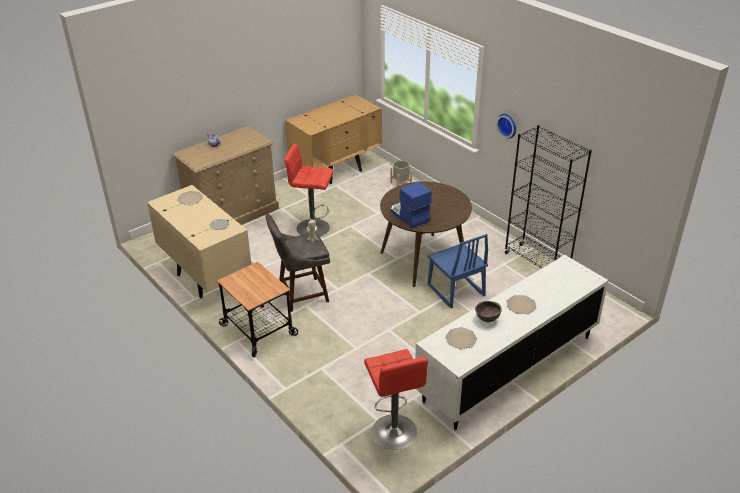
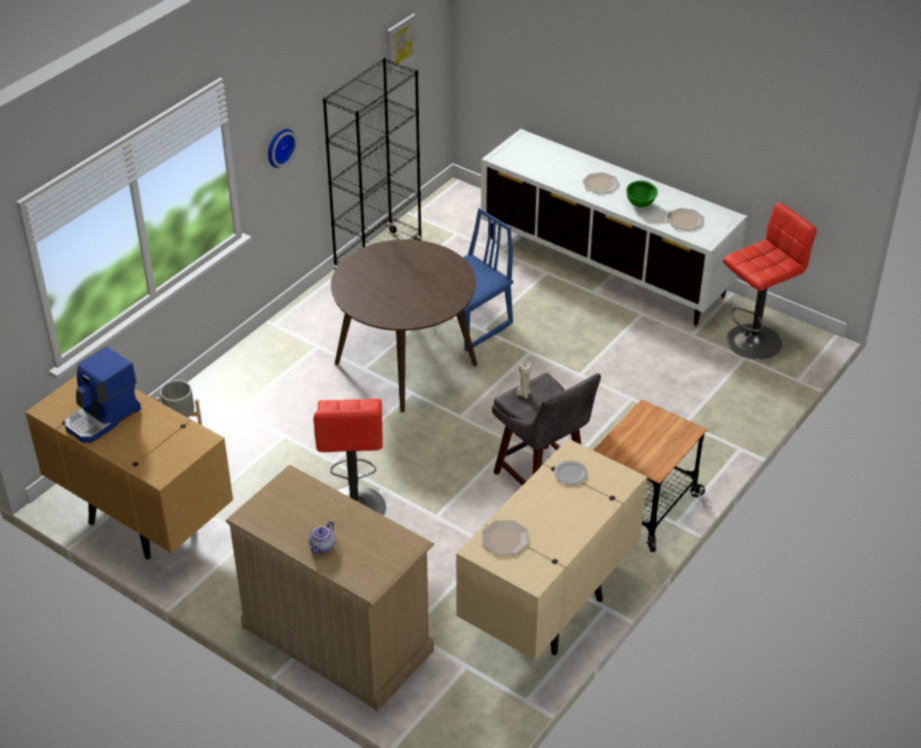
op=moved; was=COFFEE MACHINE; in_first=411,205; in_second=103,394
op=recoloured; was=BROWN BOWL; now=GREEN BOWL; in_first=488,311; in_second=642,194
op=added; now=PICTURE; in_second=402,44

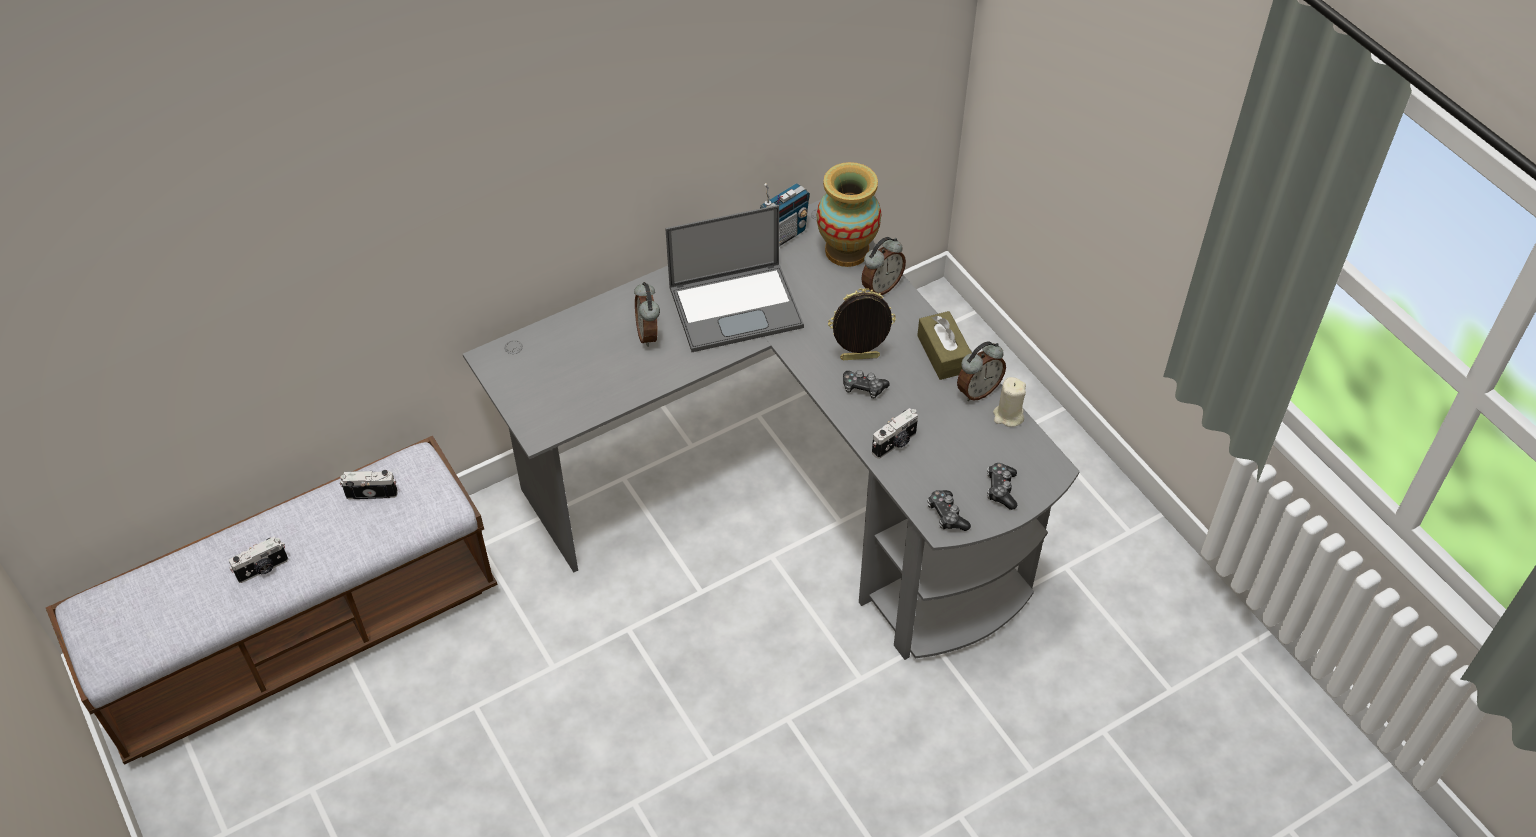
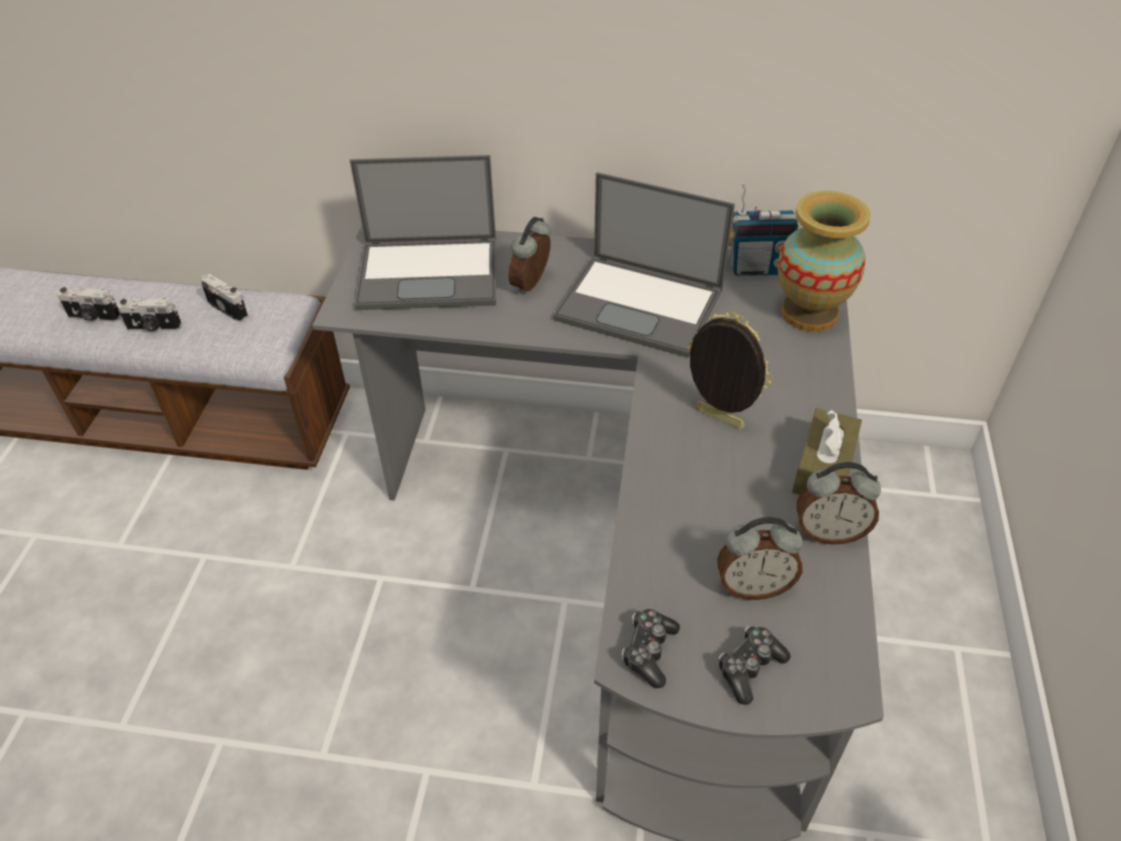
op=removed; was=GAME CONTROLLER; in_first=866,384
op=moved; was=ALARM CLOCK; in_first=883,266; in_second=759,558
op=moved; was=PHOTO CAMERA; in_first=895,433; in_second=149,314
op=removed; was=BEIGE CANDLE; in_first=1009,402
op=added; now=LAPTOP; in_second=423,232

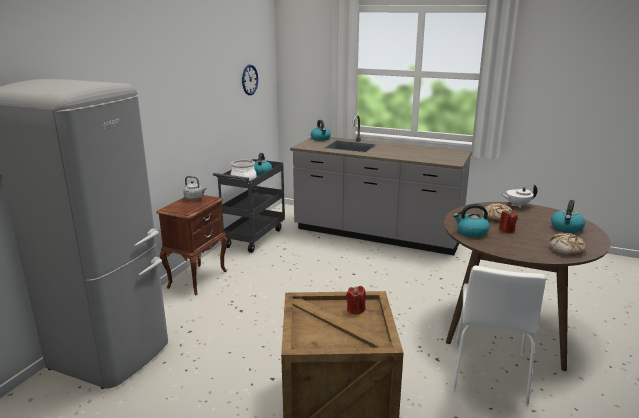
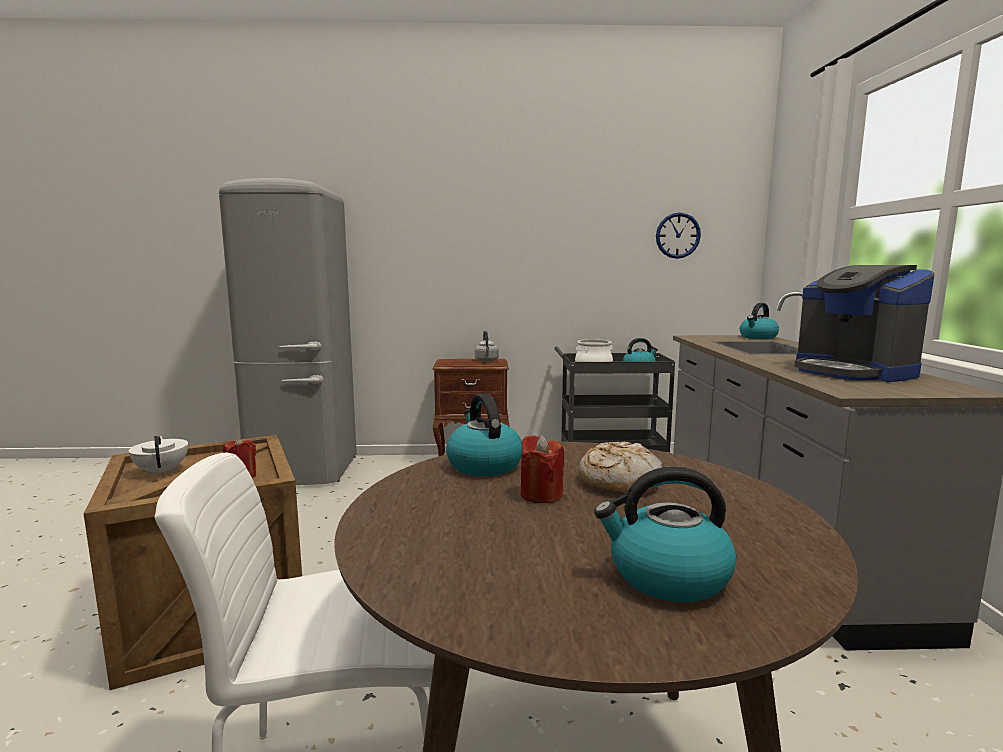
op=moved; was=WHITE TEAPOT; in_first=519,196; in_second=158,456
op=removed; was=BREAD; in_first=567,244
op=added; now=COFFEE MACHINE; in_second=864,323

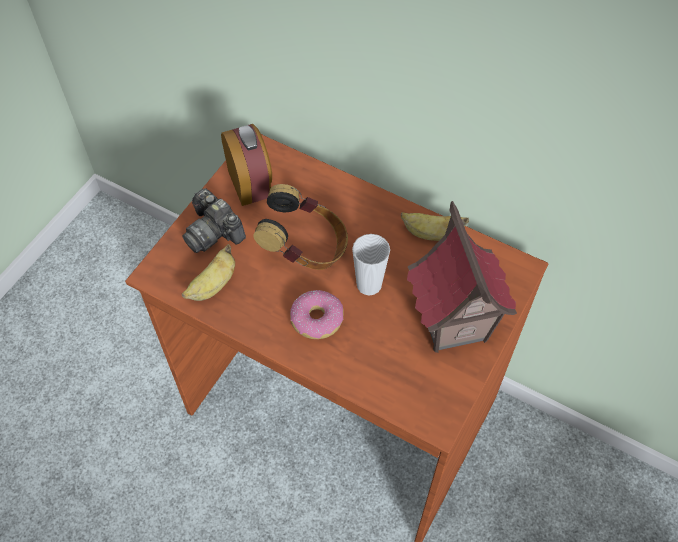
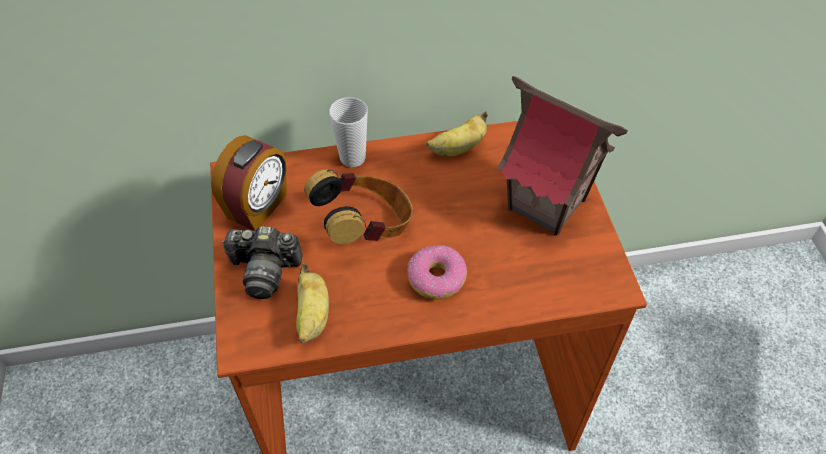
op=turned; was=ALARM CLOCK; in_first=246,165; in_second=249,183; clockwise=90
op=moved; was=CUP; in_first=371,264; in_second=348,132

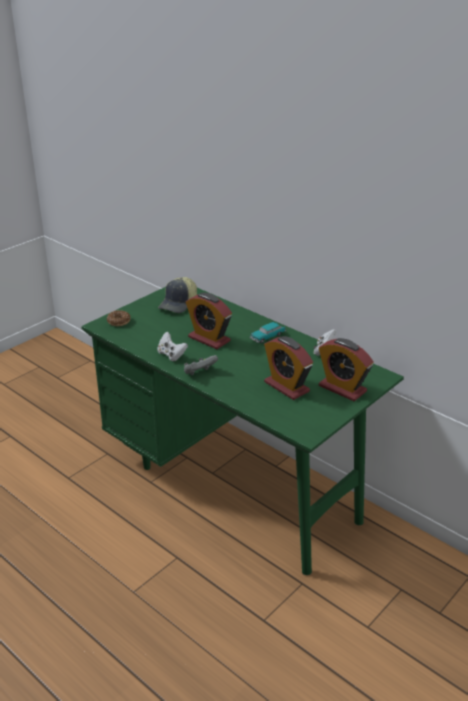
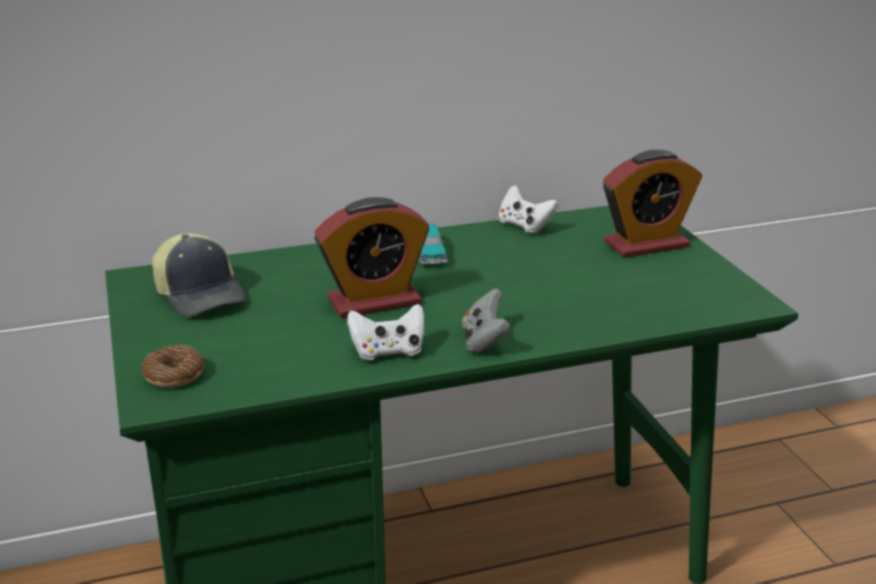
op=removed; was=ALARM CLOCK; in_first=288,368

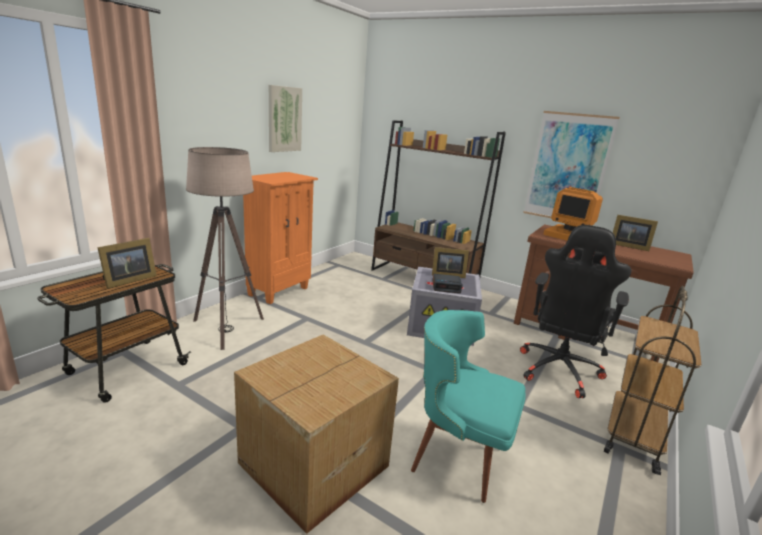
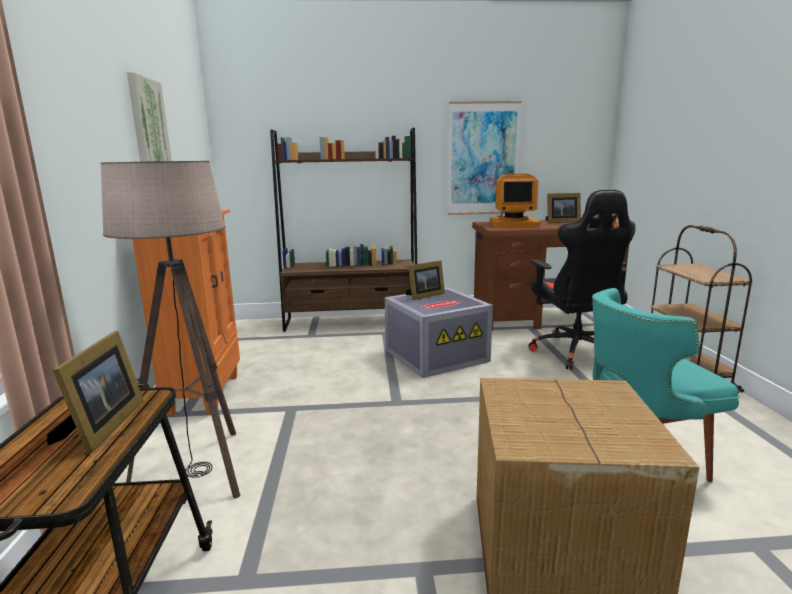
op=removed; was=ALARM CLOCK; in_first=448,283

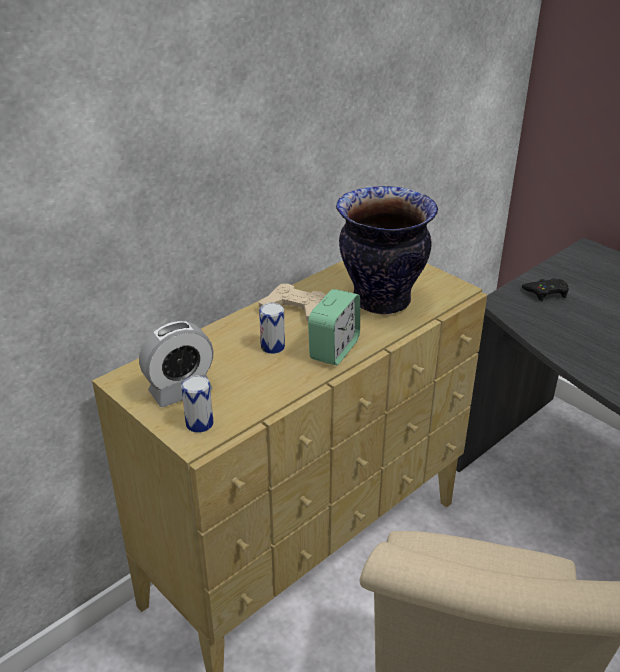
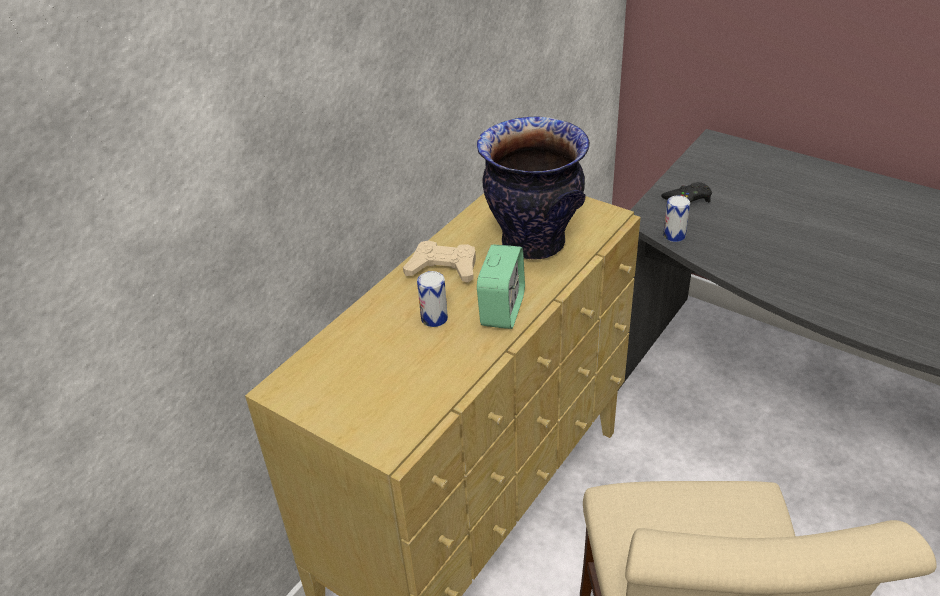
op=removed; was=ALARM CLOCK; in_first=176,364
op=moved; was=CAN; in_first=197,404; in_second=676,218

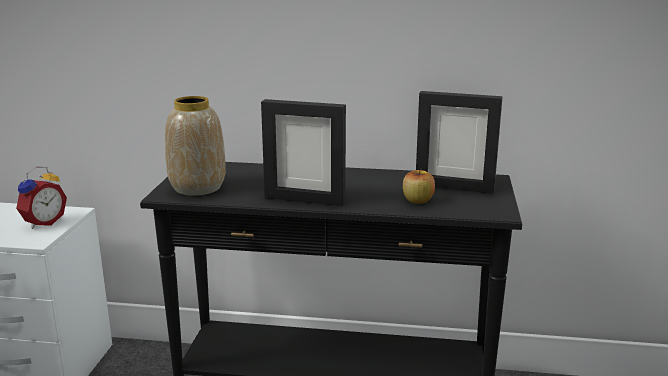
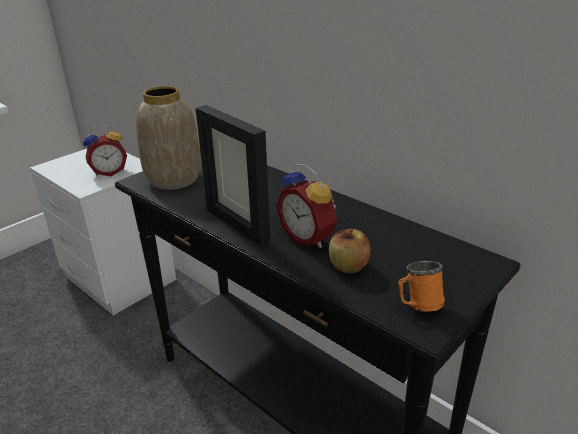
op=removed; was=PICTURE FRAME; in_first=459,142
op=added; now=ALARM CLOCK; in_second=307,206
op=added; now=ORANGE MUG; in_second=421,286

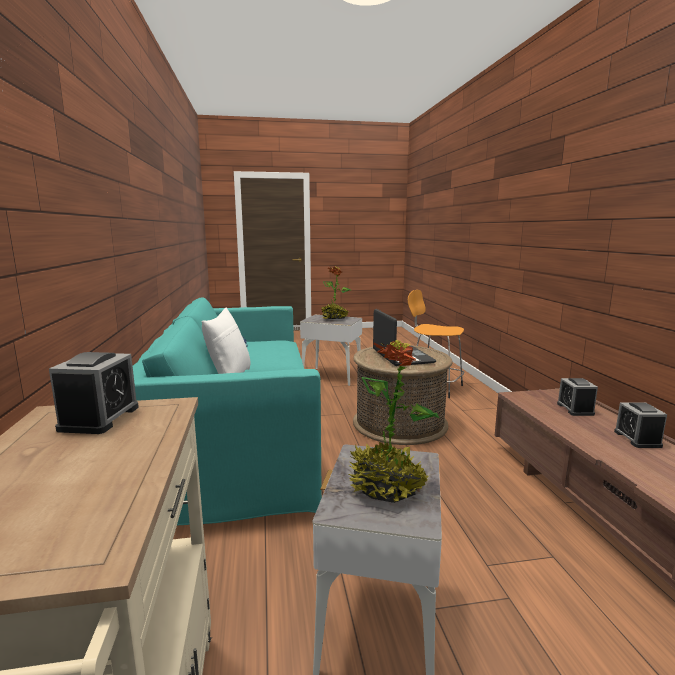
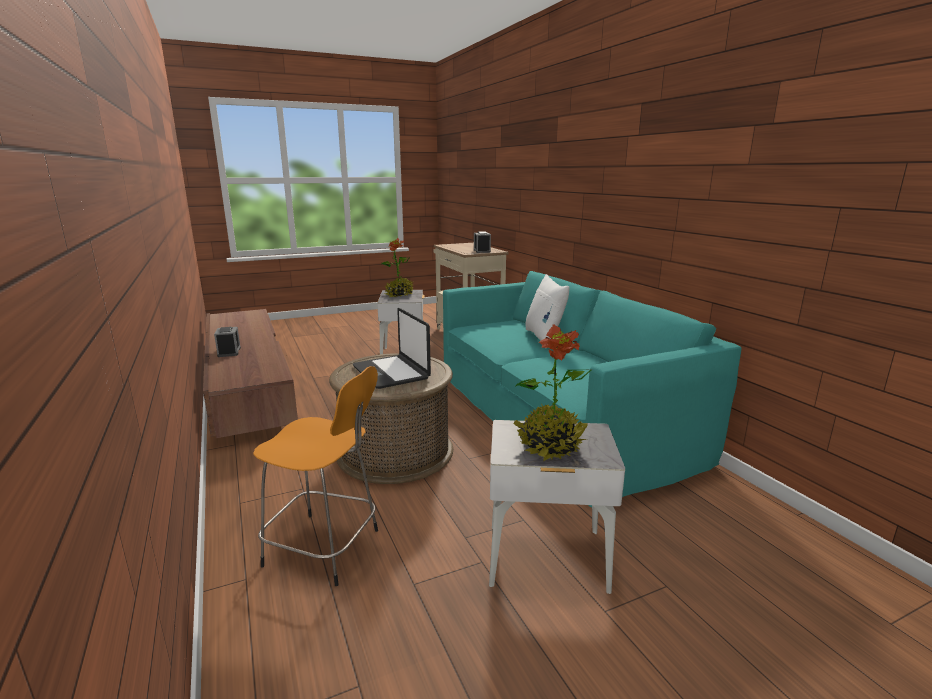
op=removed; was=ALARM CLOCK; in_first=577,397

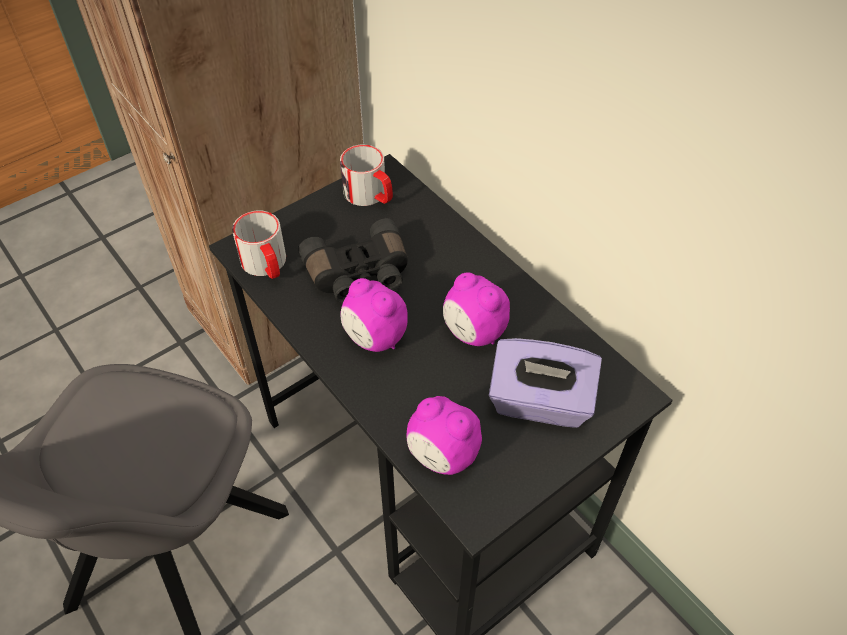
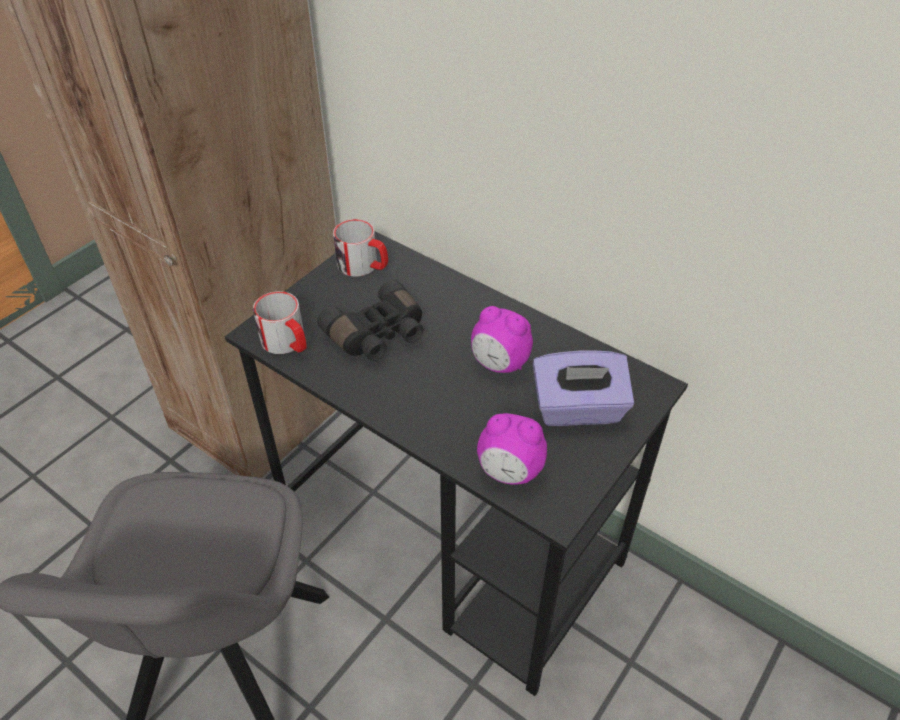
op=removed; was=ALARM CLOCK; in_first=374,315

